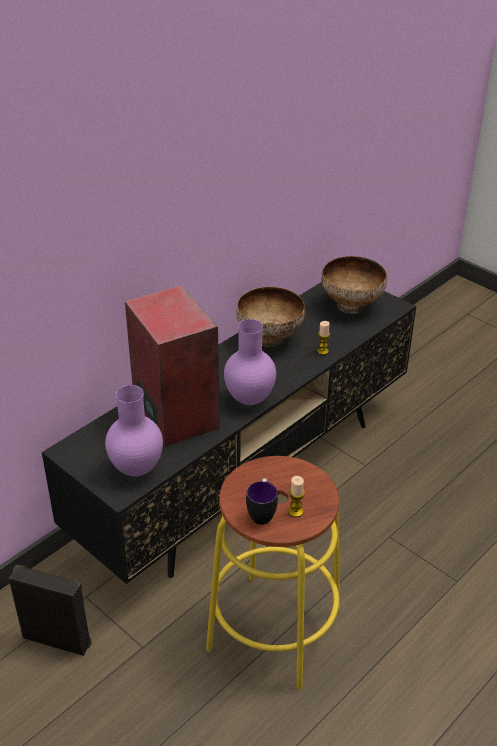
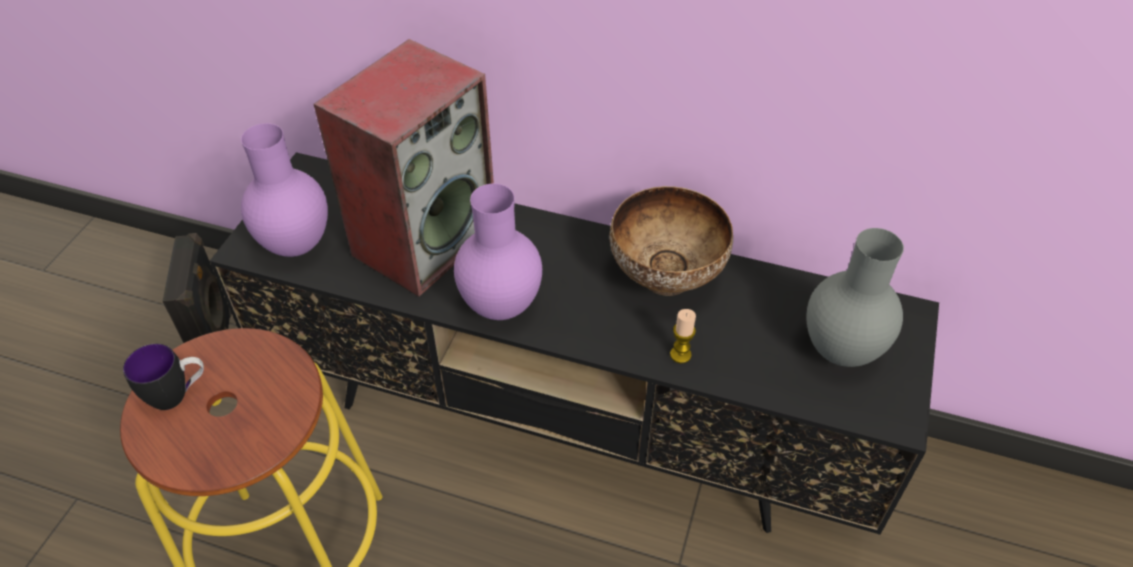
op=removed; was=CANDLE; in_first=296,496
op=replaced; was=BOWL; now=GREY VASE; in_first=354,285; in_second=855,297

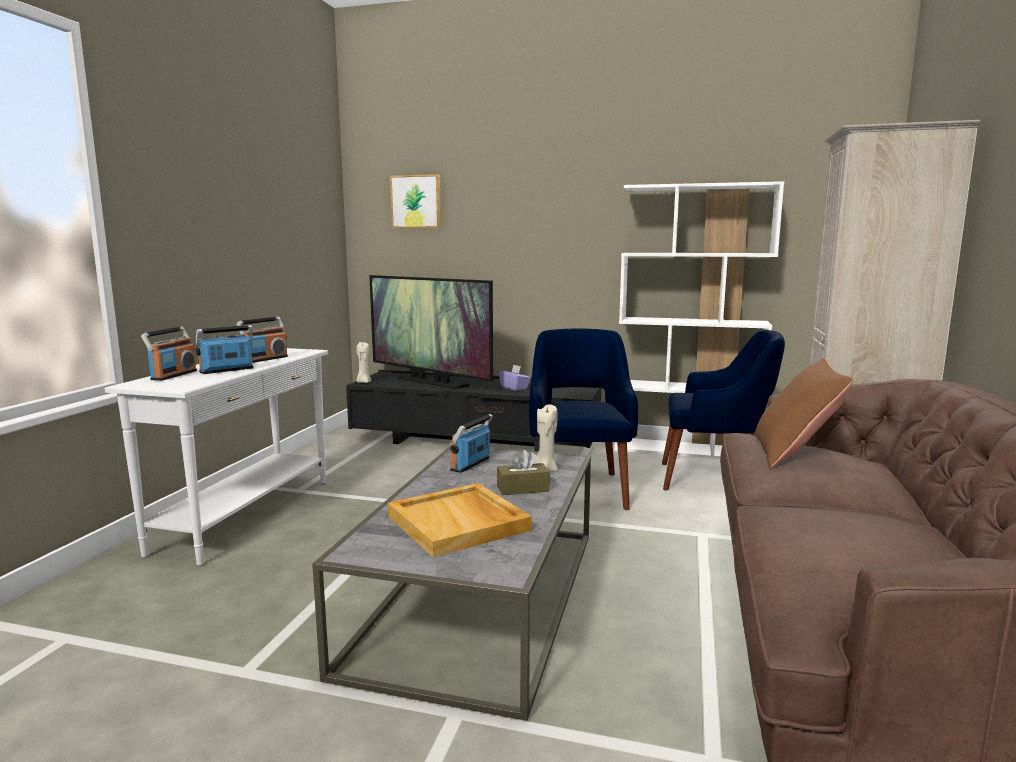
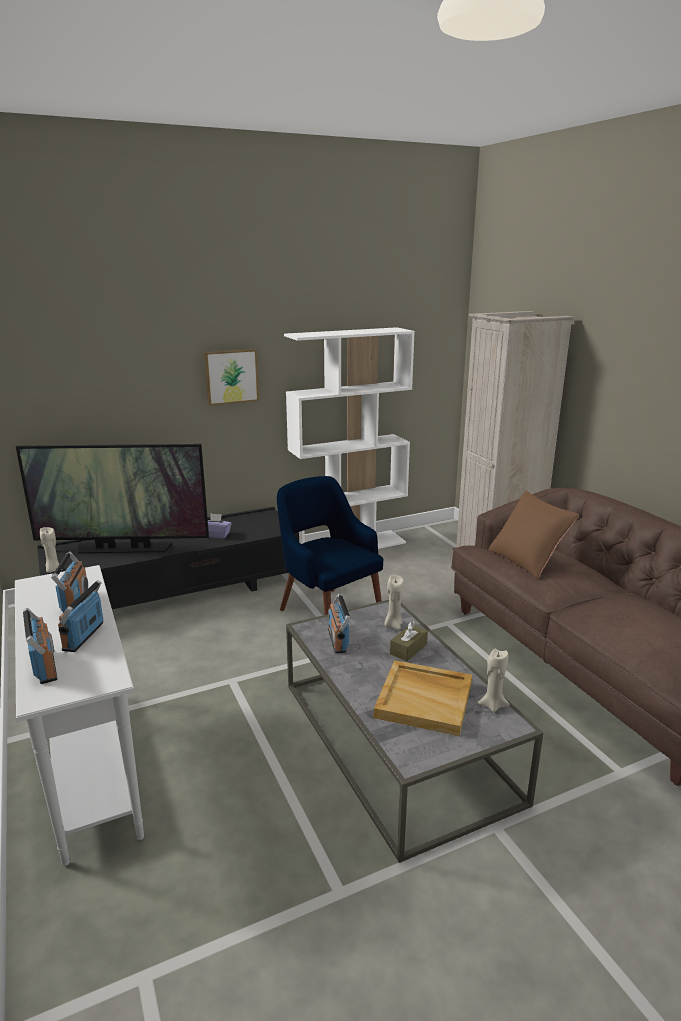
op=moved; was=PICTURE; in_first=415,201; in_second=231,377
op=removed; was=BLUE ARMCHAIR; in_first=723,410
op=added; now=BEIGE CANDLE; in_second=494,680

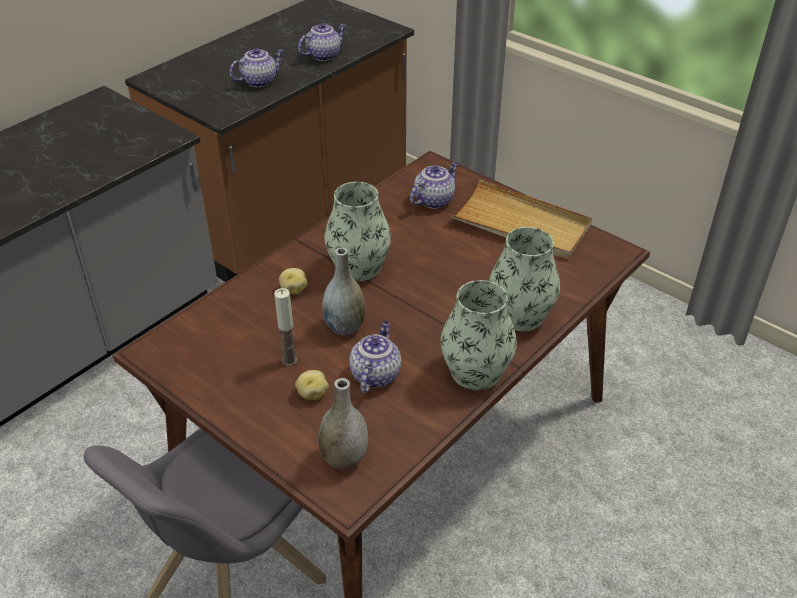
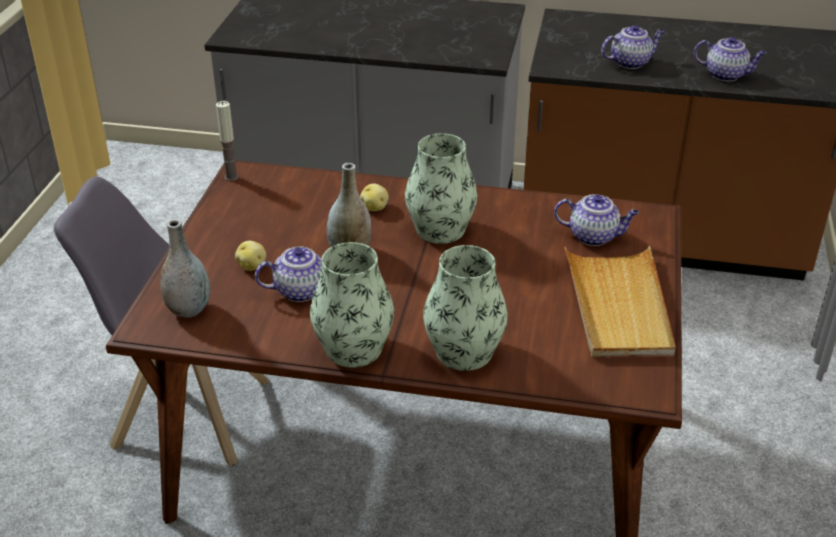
op=turned; was=TEAPOT; in_first=257,67; in_second=633,47; clockwise=-45
op=moved; was=CANDLE; in_first=285,327; in_second=227,141

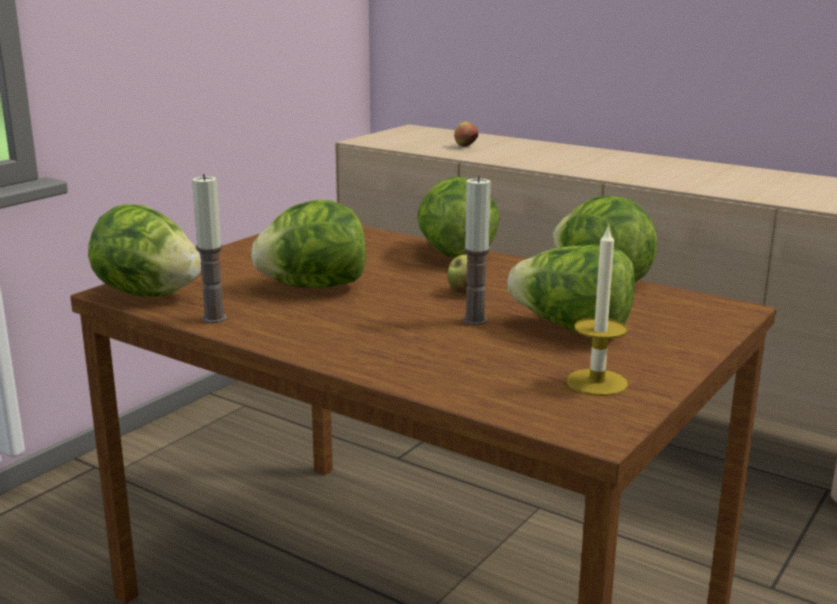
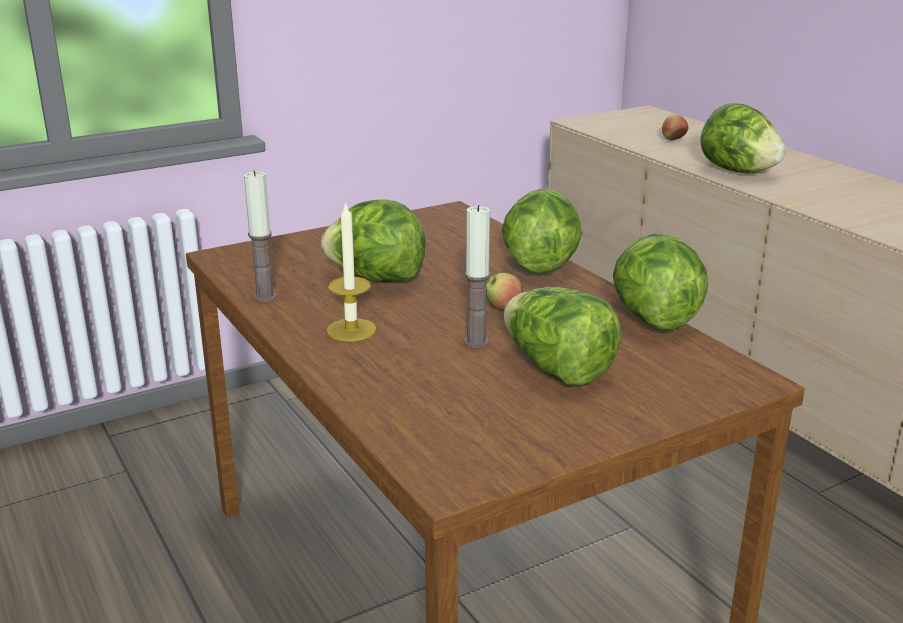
op=moved; was=LETTUCE; in_first=144,250; in_second=743,138
op=moved; was=CANDLE; in_first=597,310; in_second=351,271

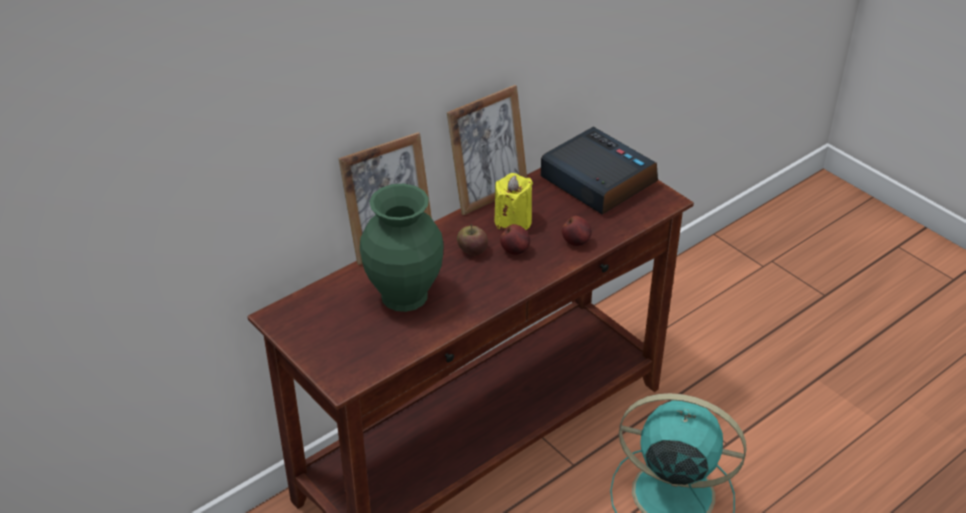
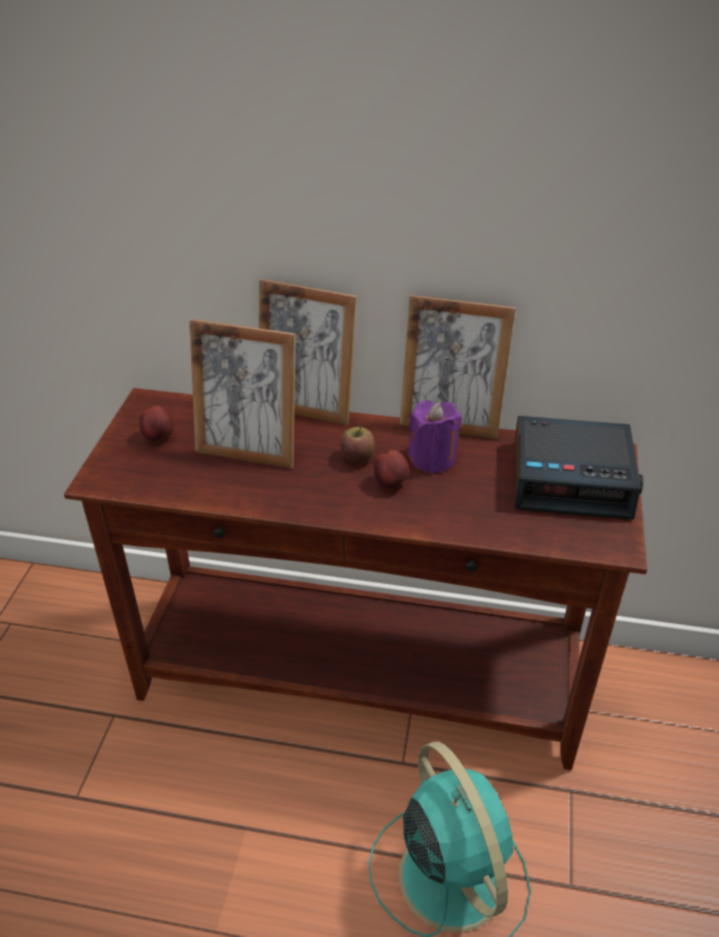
op=replaced; was=GREEN VASE; now=PICTURE FRAME; in_first=402,247; in_second=242,393
op=recoloured; was=YELLOW CANDLE; now=PURPLE CANDLE; in_first=513,202; in_second=435,437
op=turned; was=ALARM CLOCK; in_first=599,171; in_second=579,468; clockwise=90
op=moved; was=APPLE; in_first=576,231; in_second=156,424

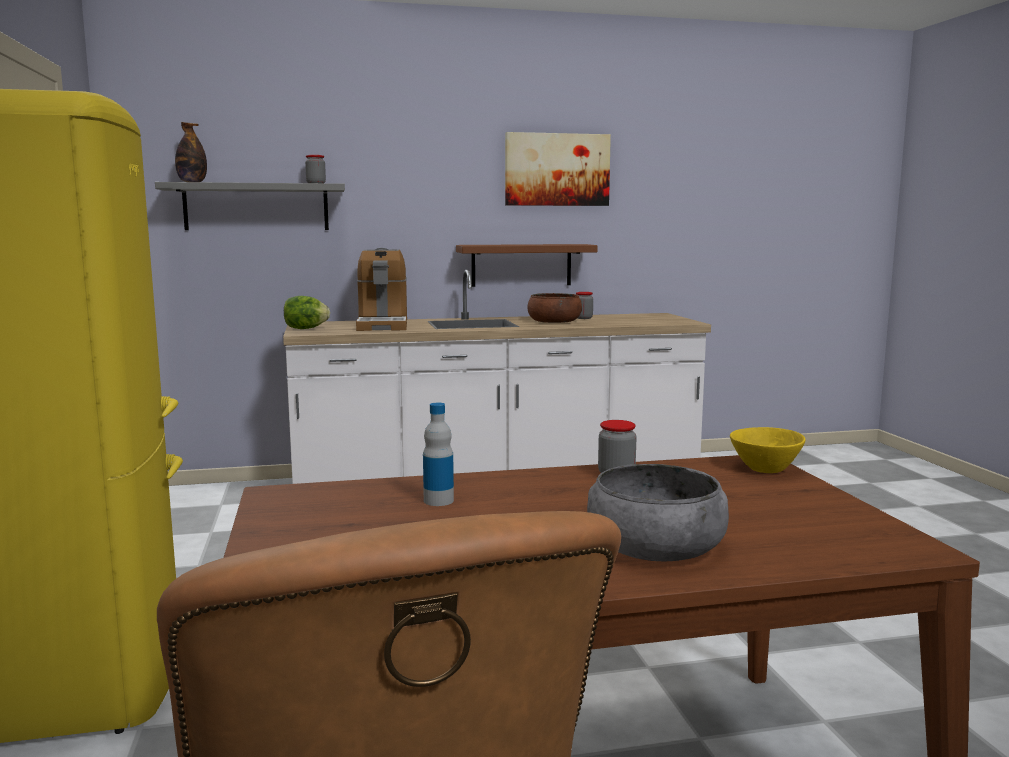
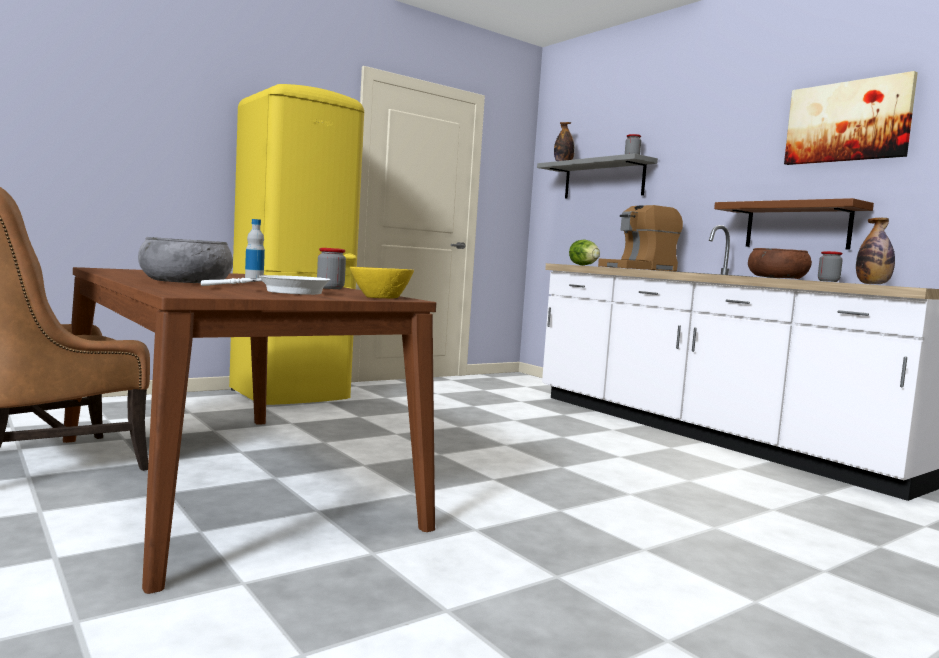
op=added; now=WHITE FRYING PAN; in_second=266,285
op=added; now=BOTTLE; in_second=875,251

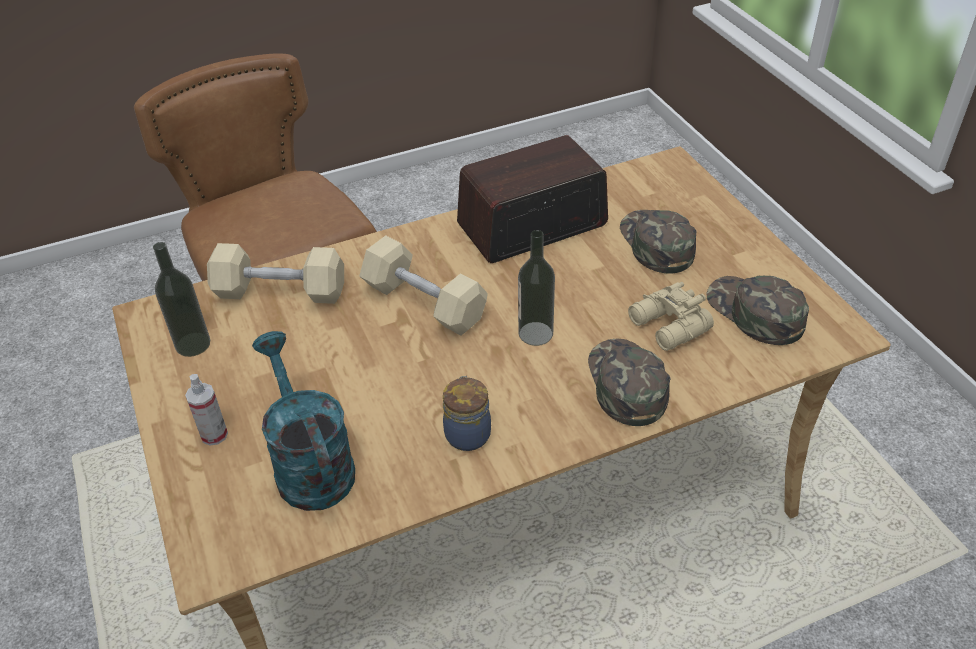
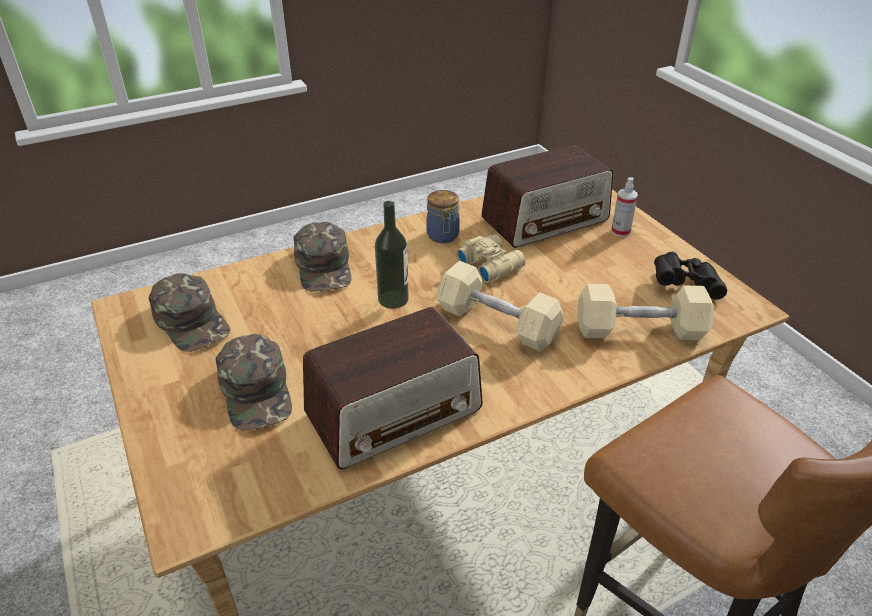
op=replaced; was=BOTTLE; now=BLACK BINOCULARS; in_first=181,299; in_second=690,276
op=replaced; was=TURQUOISE WATERING CAN; now=RADIO; in_first=303,421; in_second=547,196
op=moved; was=BEIGE BINOCULARS; in_first=671,316; in_second=491,258

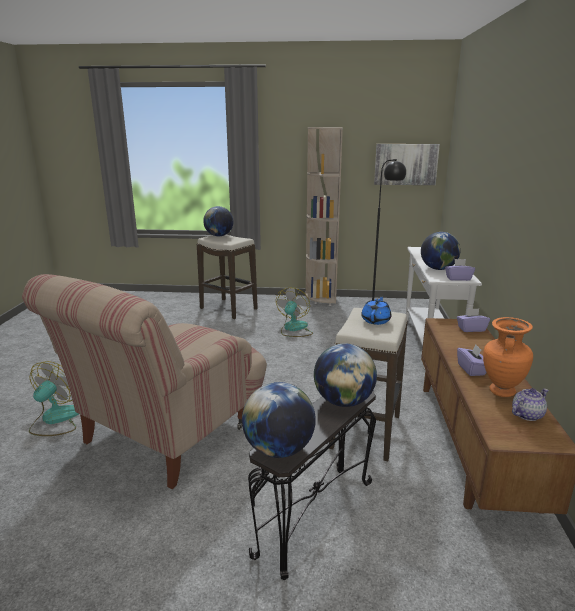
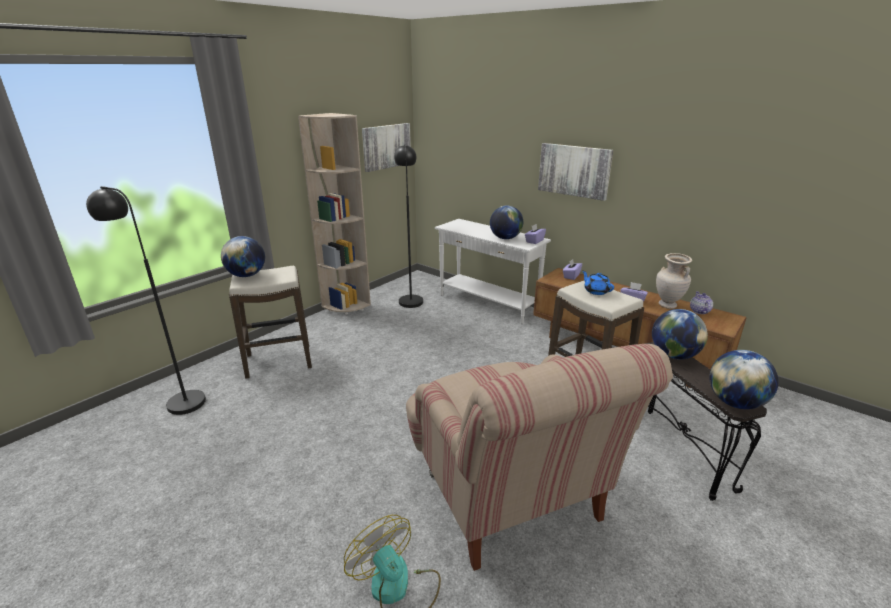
op=removed; was=FAN; in_first=294,312
op=recoloured; was=ORANGE VASE; now=BEIGE VASE; in_first=508,357; in_second=674,281
op=added; now=BLACK FLOOR LAMP; in_second=146,300
op=added; now=PICTURE; in_second=576,172

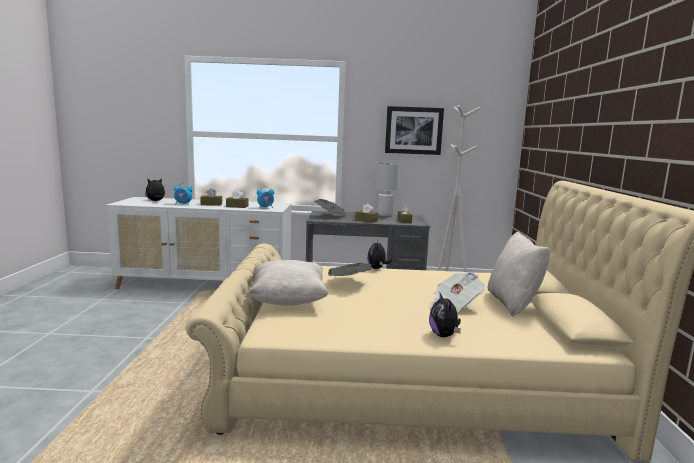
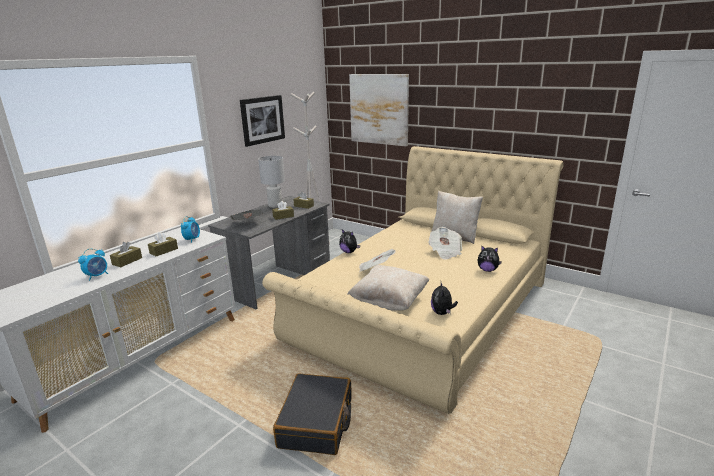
op=moved; was=PLUSH TOY; in_first=155,189; in_second=444,297
op=added; now=BLACK SUITCASE; in_second=312,414
op=added; now=PICTURE; in_second=379,110

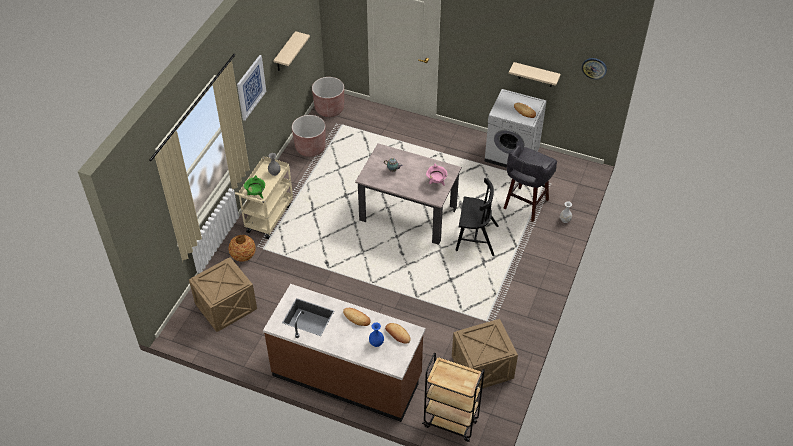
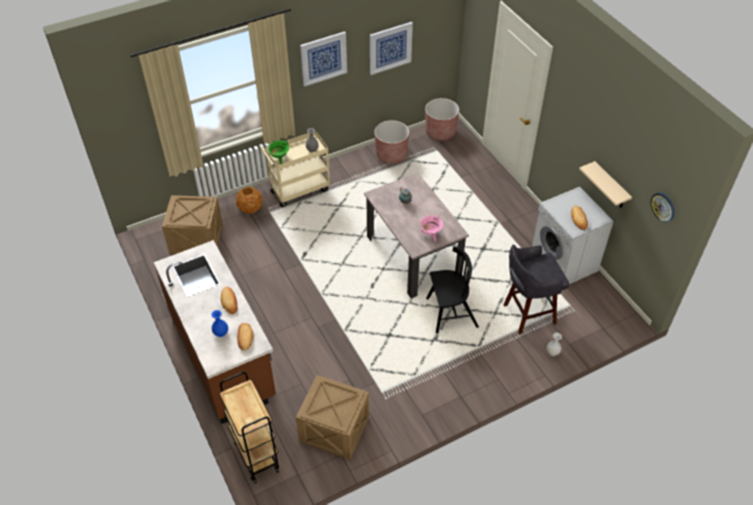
op=replaced; was=BEIGE SHELF; now=PICTURE; in_first=291,51; in_second=391,48
op=turned; was=BLACK CHAIR; in_first=477,217; in_second=452,290; clockwise=-60

